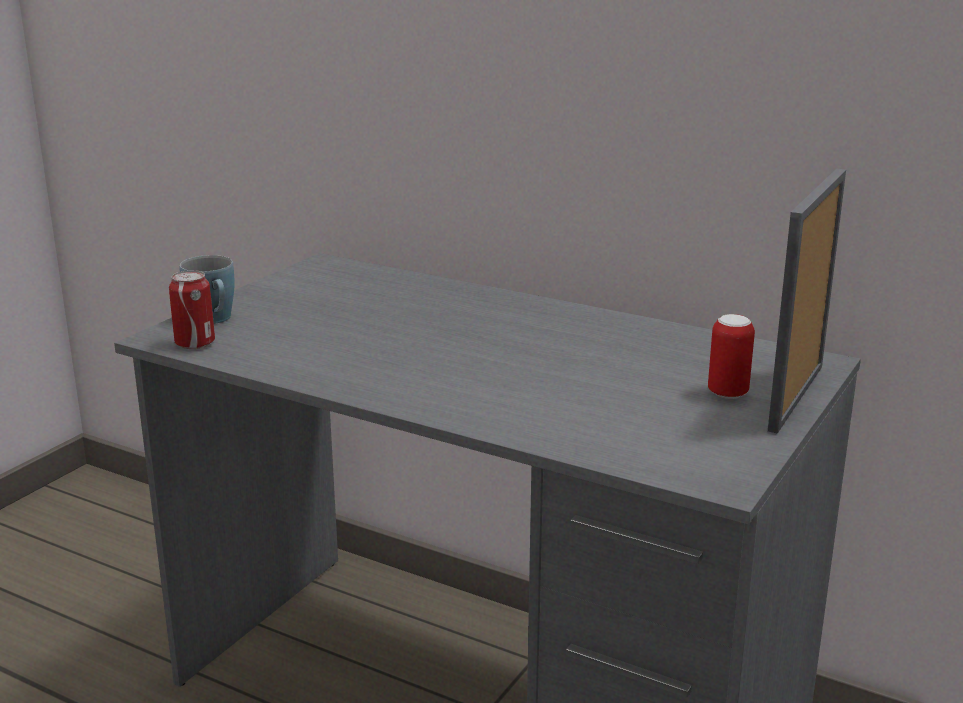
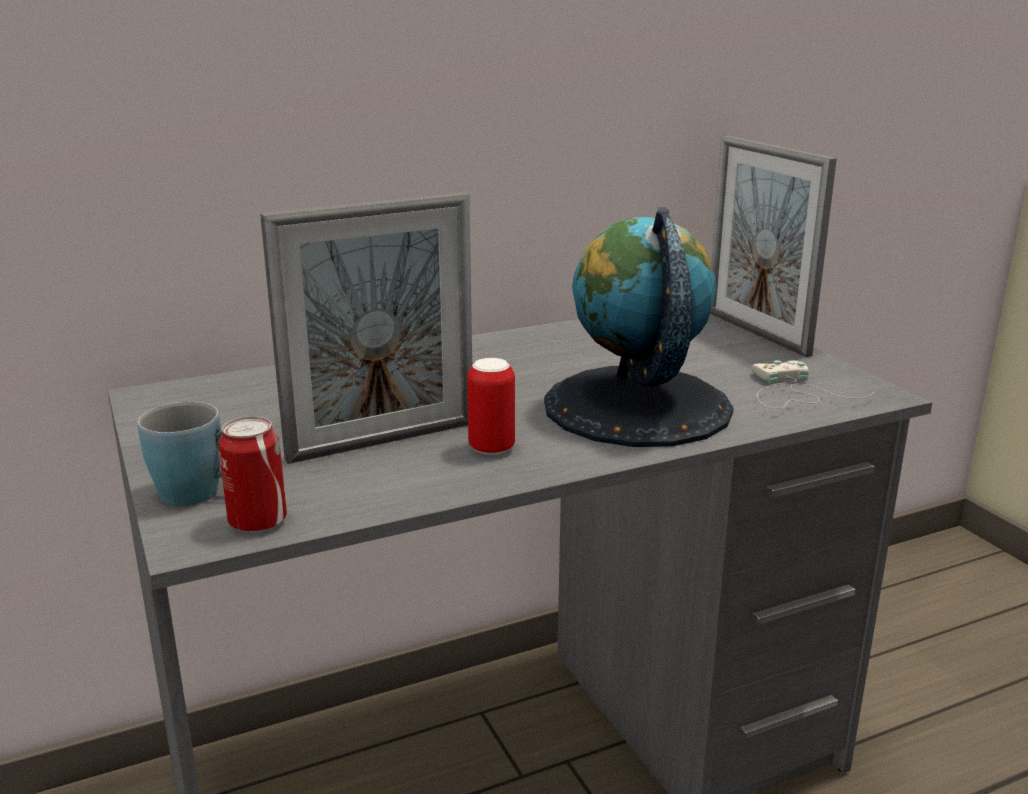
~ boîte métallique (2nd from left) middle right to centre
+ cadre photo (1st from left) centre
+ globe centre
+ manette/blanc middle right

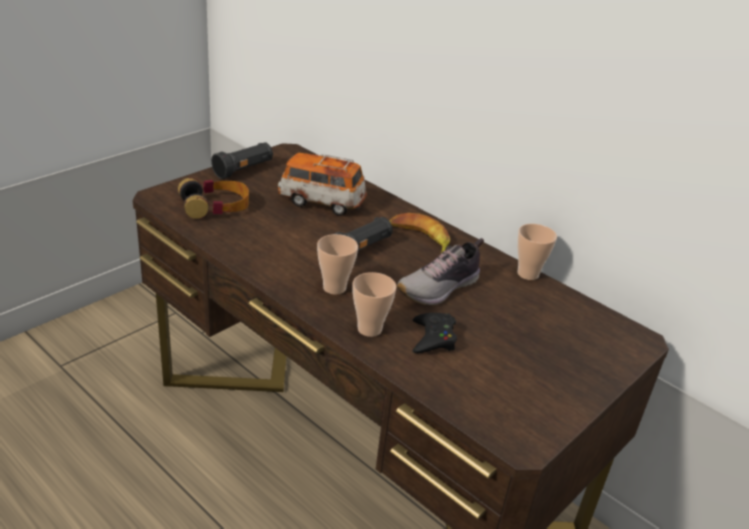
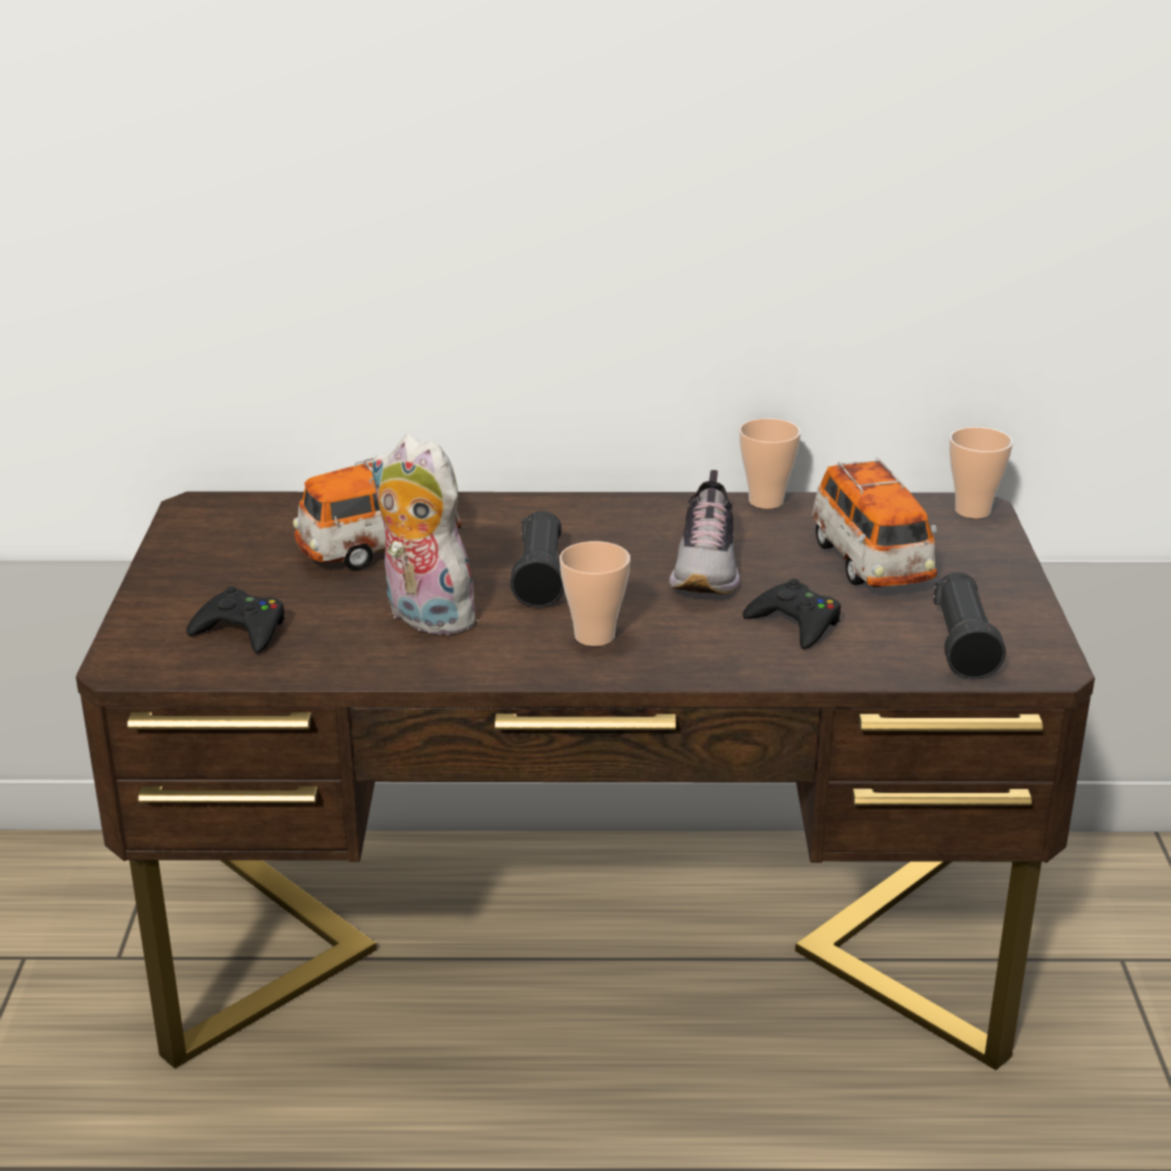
~ casque audio middle left to manette/noir (1st from left) middle left
~ lampe de poche/noir (1st from left in the first image) top left to lampe de poche/noir (2nd from left) middle right
~ tasse (2nd from left in the first image) centre to tasse (3rd from left) middle right
- banane centre
+ peluche centre
+ petite voiture (2nd from left) middle right

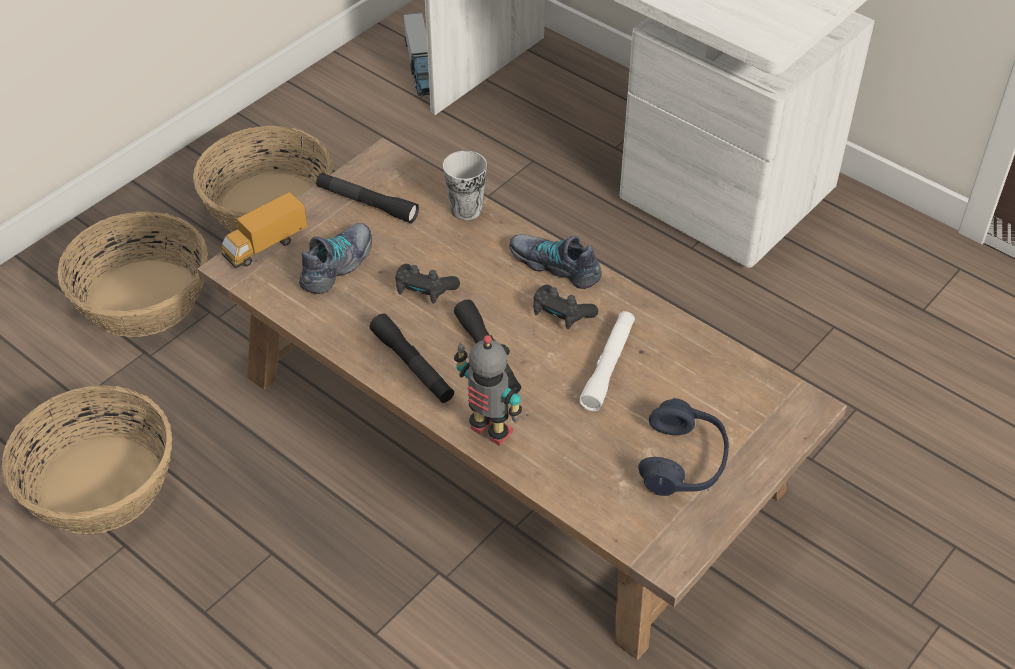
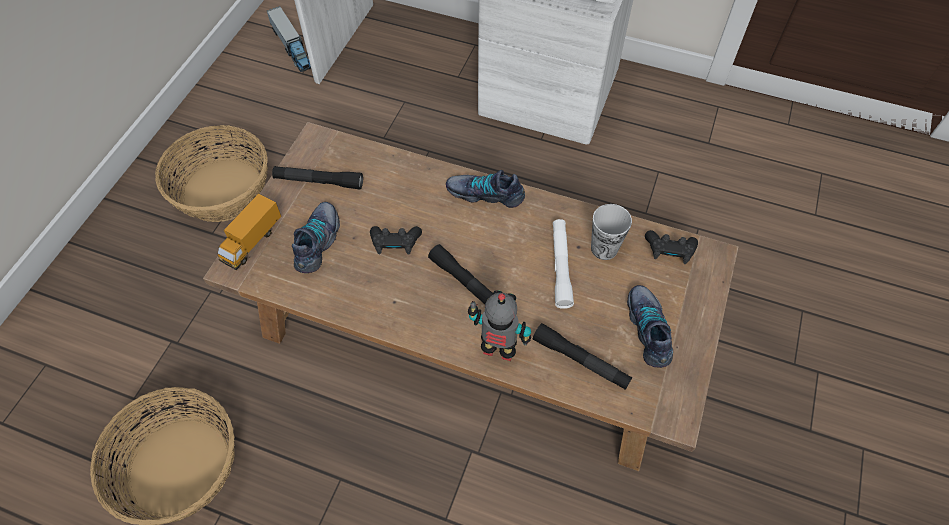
- panier (2nd from left) middle left
~ lampe de poche/noir (2nd from left in the first image) centre to lampe de poche/noir (3rd from left) bottom centre
~ tasse top centre to centre
~ manette/noir (2nd from left) centre to middle right
~ casque audio/bleu bottom right to chaussure (3rd from left) middle right

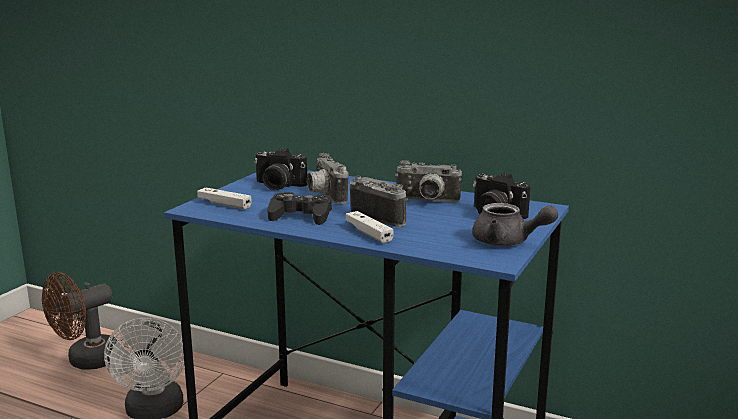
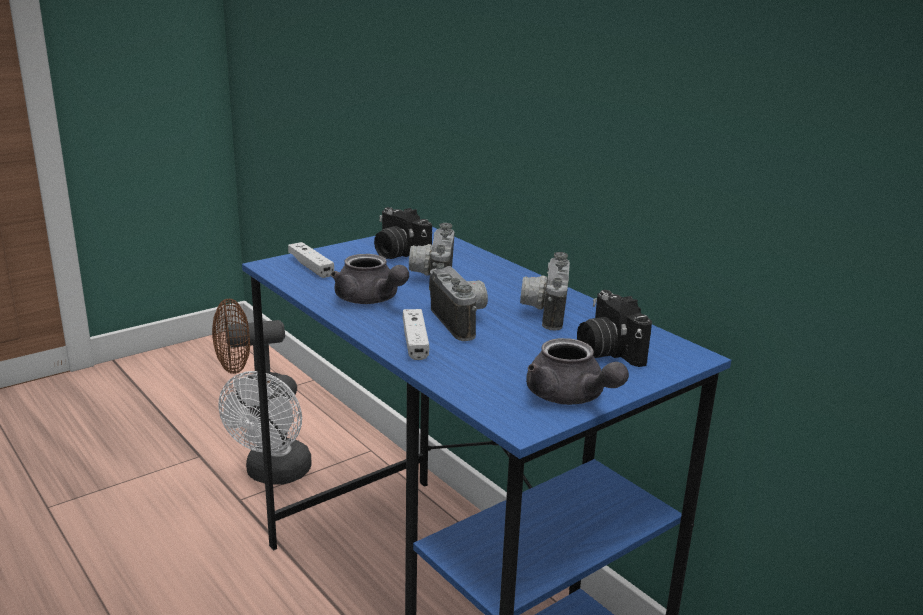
~ manette/noir centre to théière/gris (1st from left) centre
~ appareil photo (4th from left) centre = centre 60 degrees clockwise

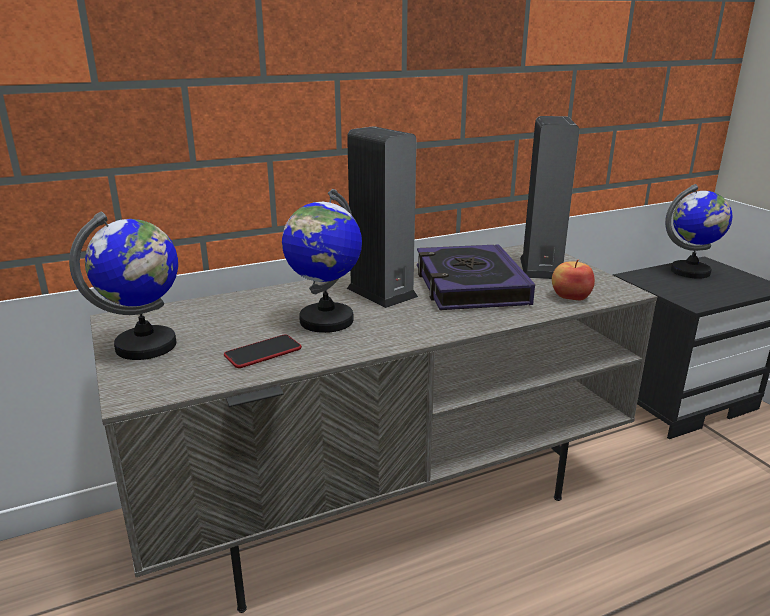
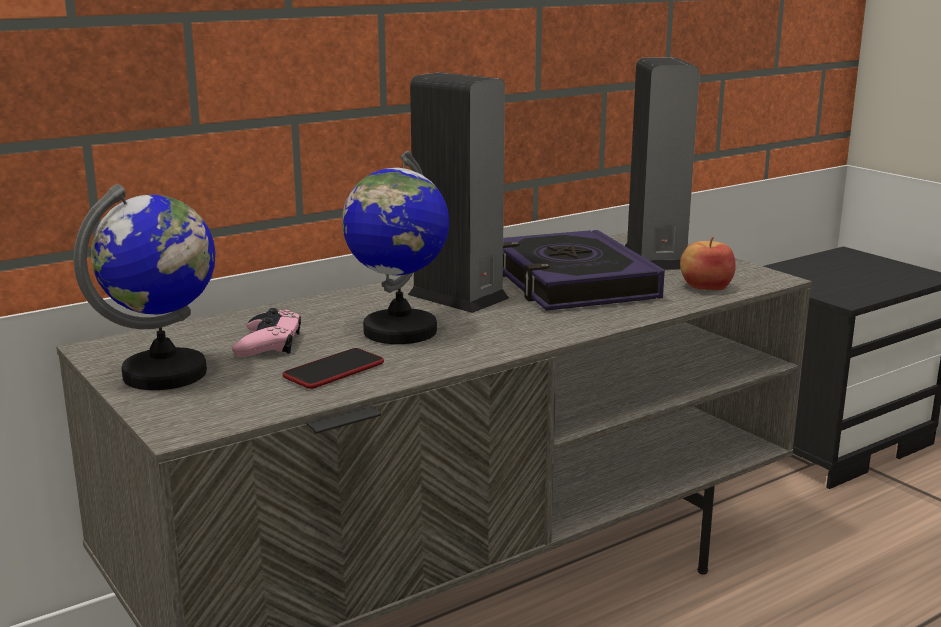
- globe (3rd from left) middle right
+ manette/rose middle left

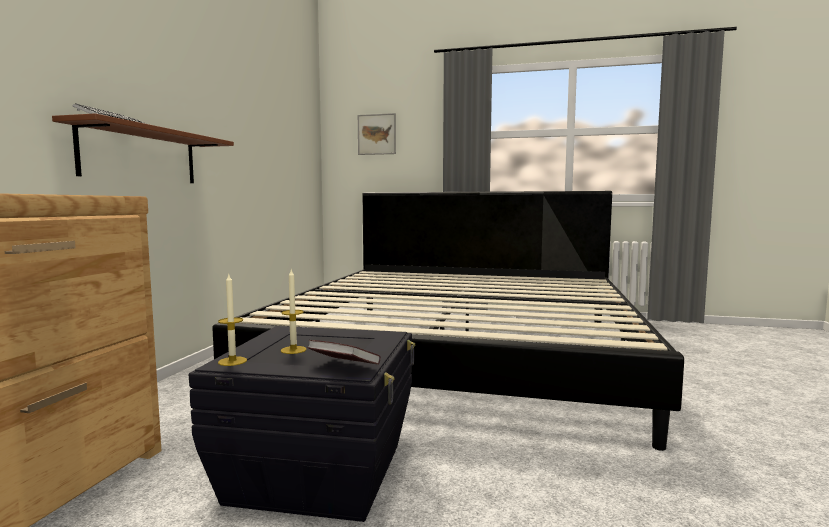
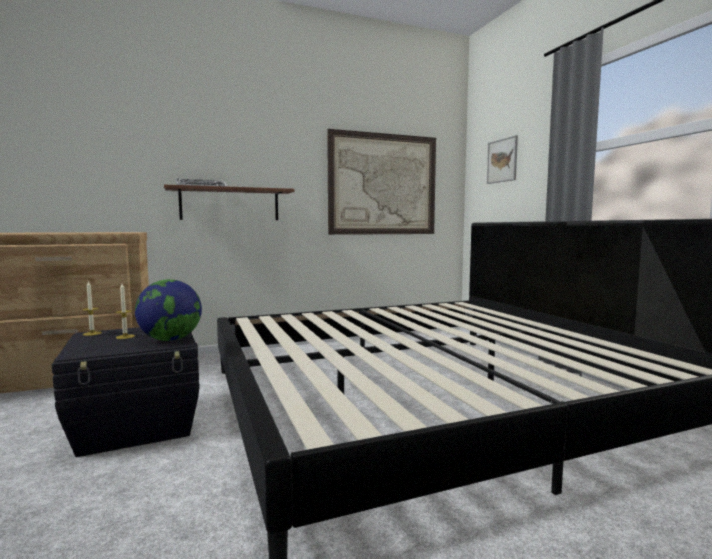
- livre bottom centre
+ globe middle left
+ tableau (1st from left) top centre

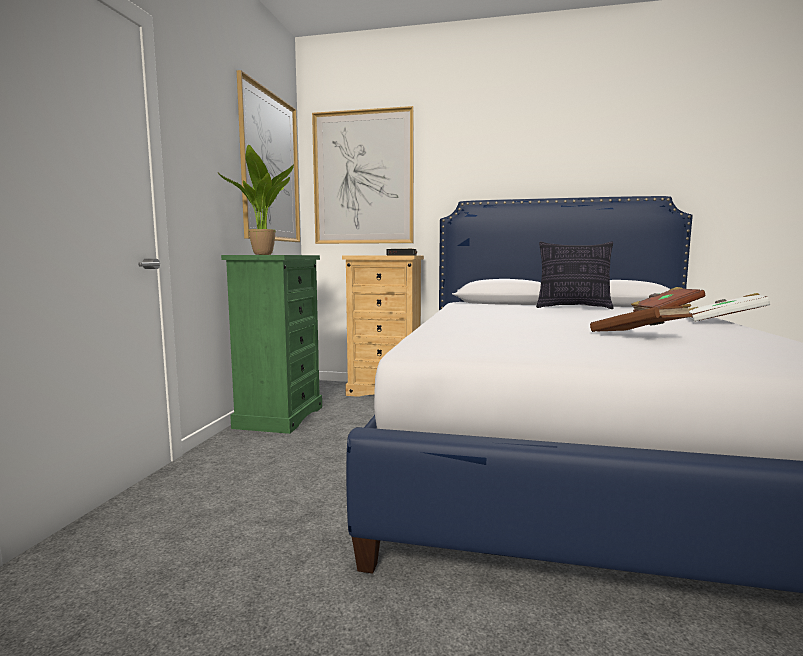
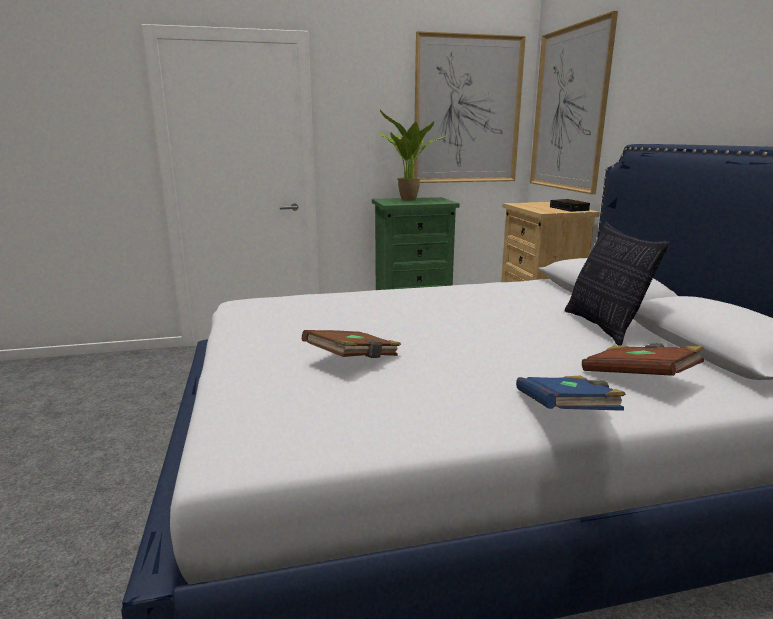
~ livre/blanc middle right to livre/bleu middle right

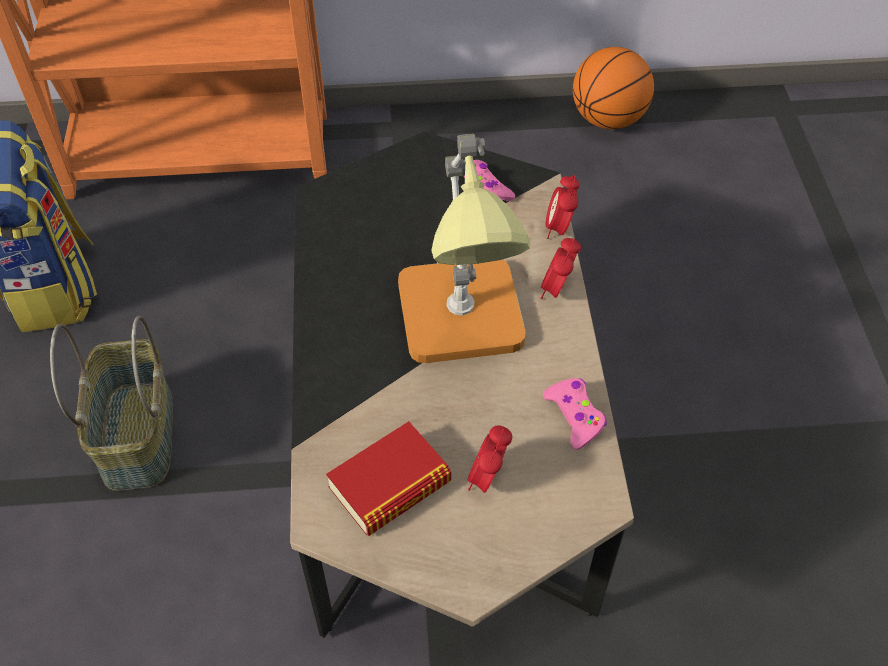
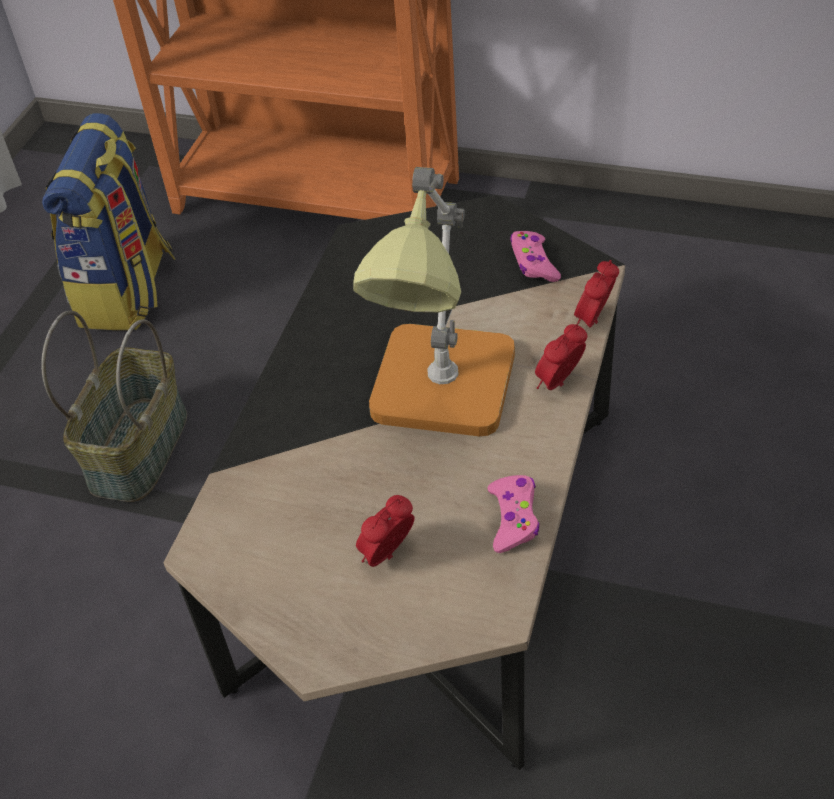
- livre bottom centre
- ballon de basket top right

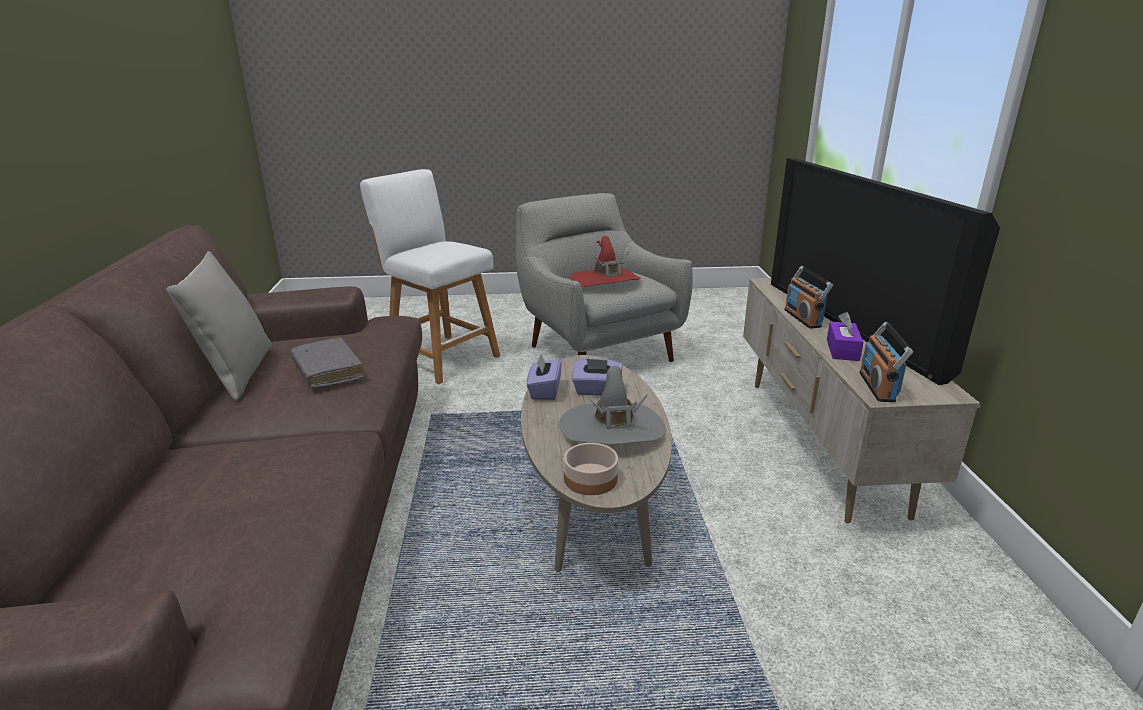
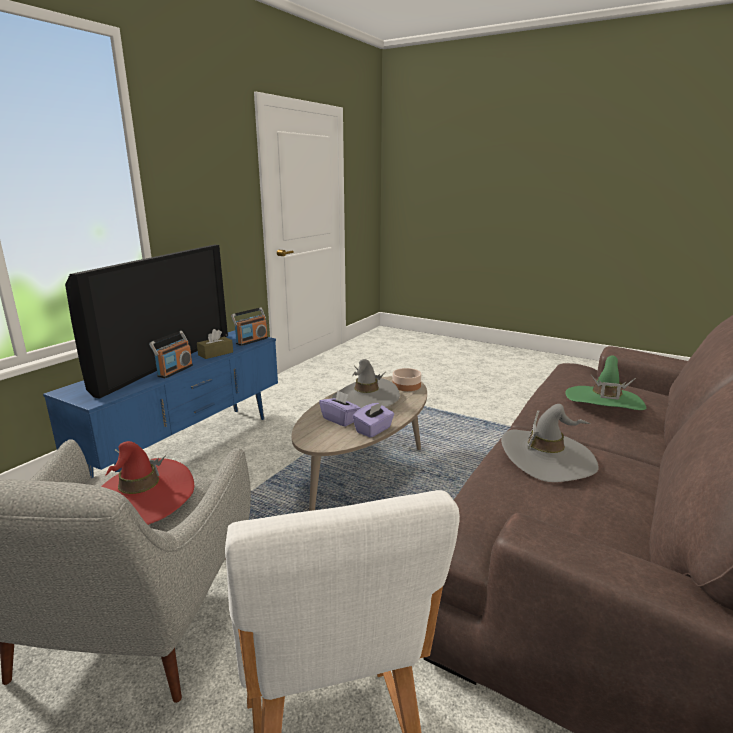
- coussin/gris middle left
~ livre/gris middle left to chapeau/gris (2nd from left) middle right
~ meuble télé/beige middle right to meuble télé/bleu middle left
~ boîte à mouchoirs/violet (3rd from left) middle right to boîte à mouchoirs/marron middle left
+ chapeau/vert middle right

